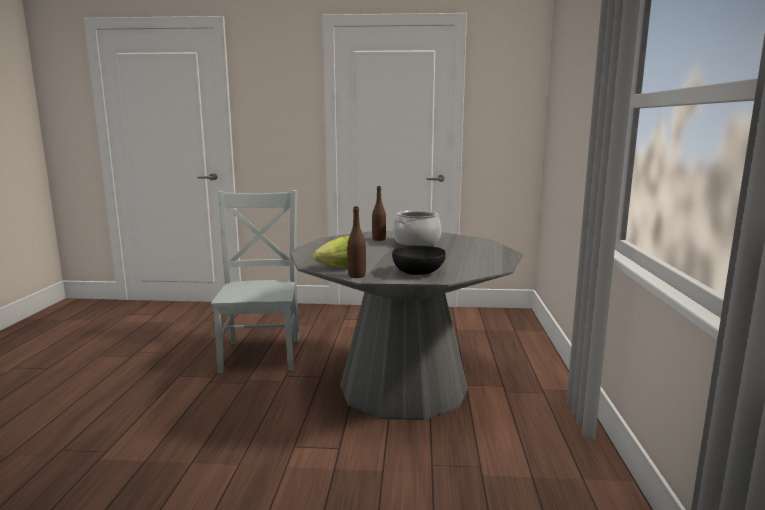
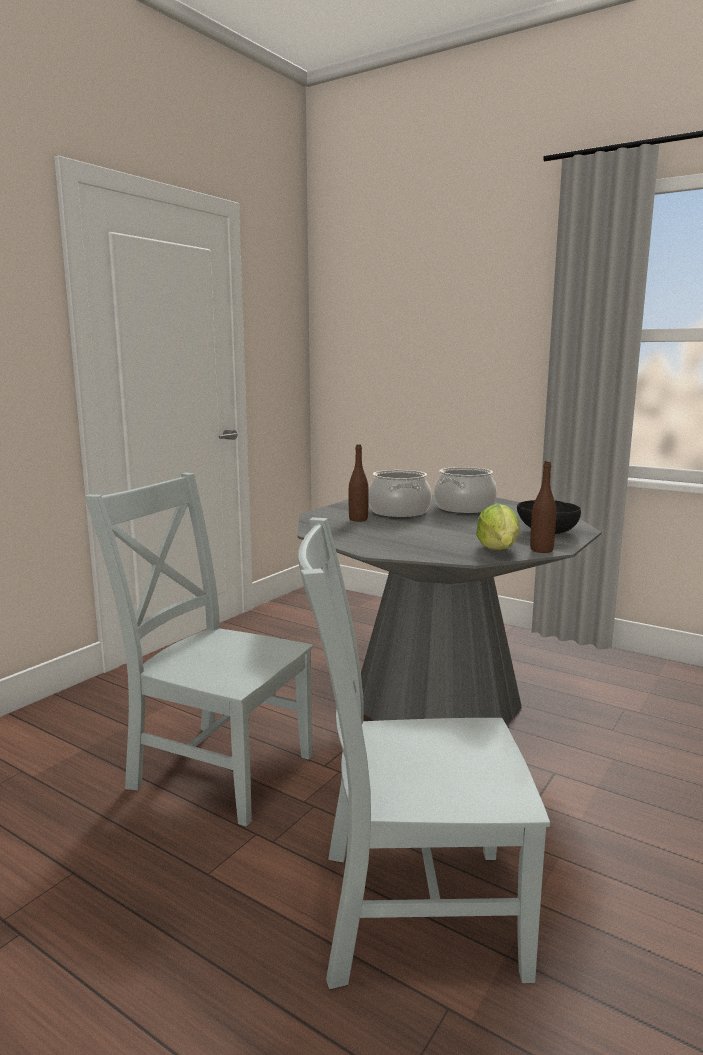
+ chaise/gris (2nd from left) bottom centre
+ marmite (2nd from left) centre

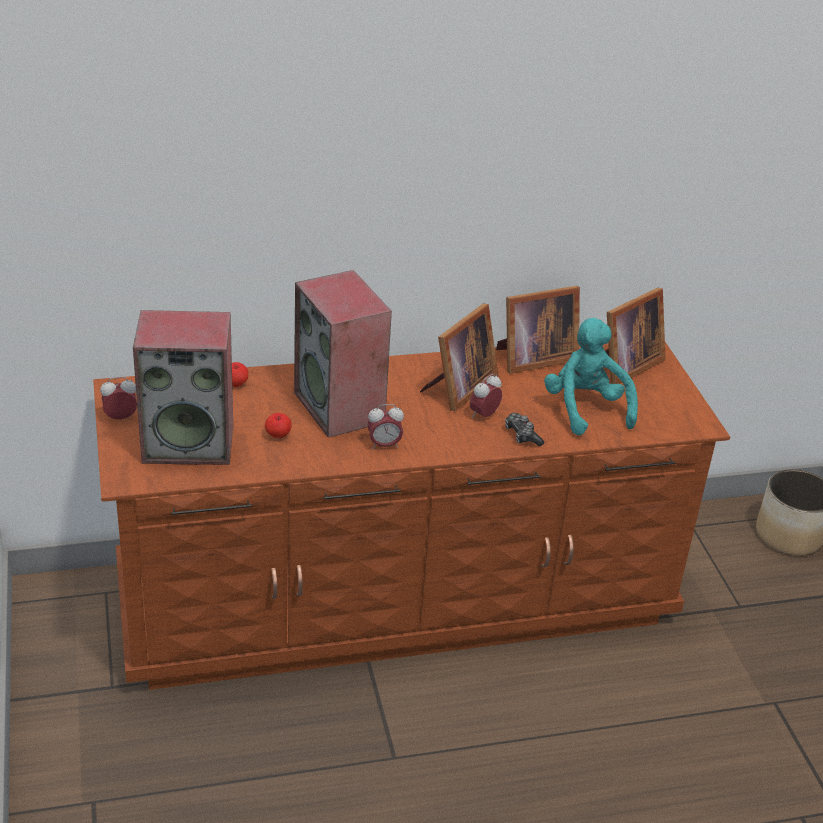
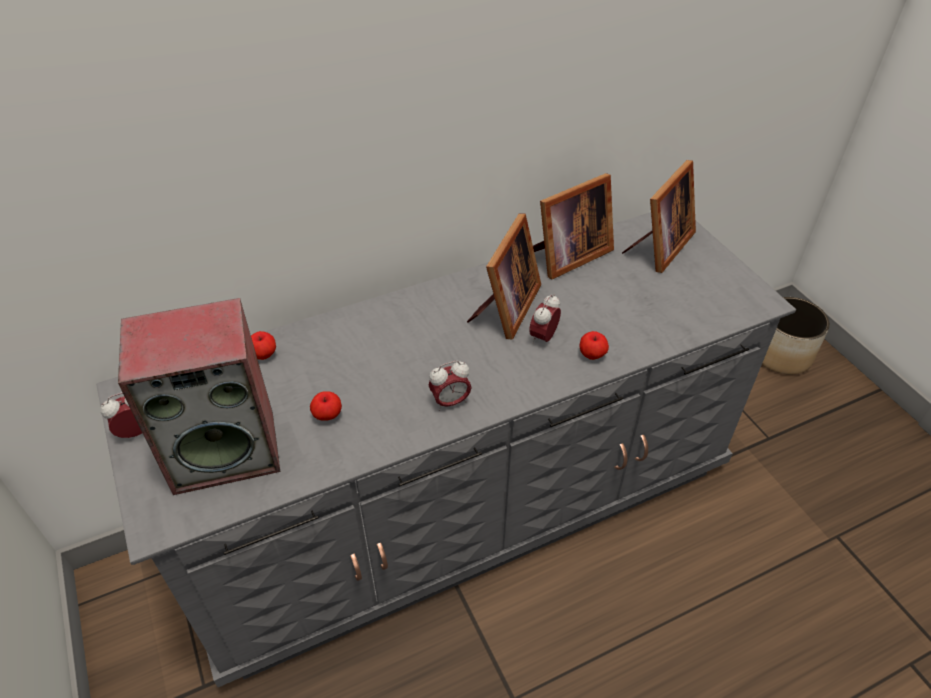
~ commode/marron centre to commode/gris centre
- enceinte (2nd from left) centre
~ manette centre to pomme (3rd from left) centre
- peluche/turquoise middle right

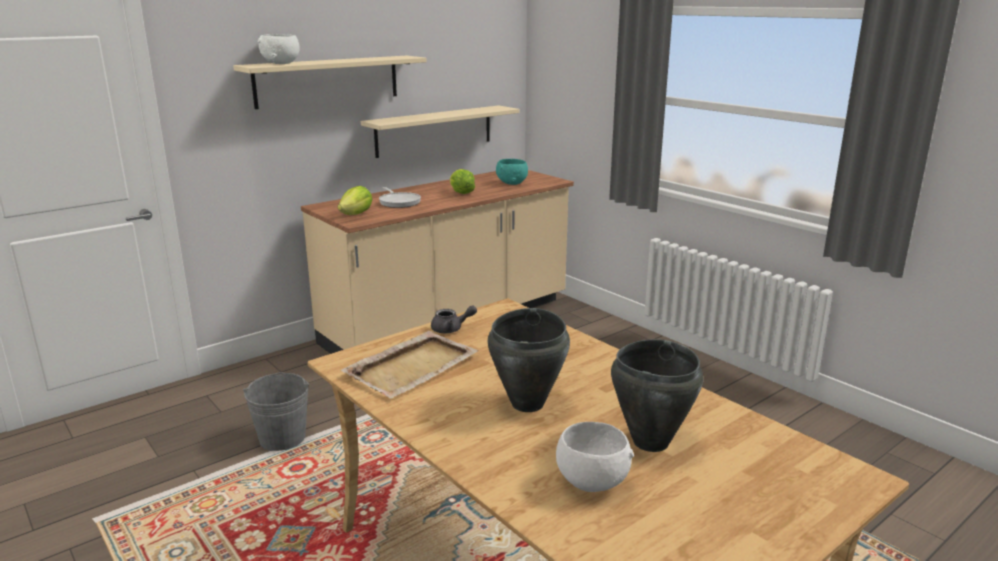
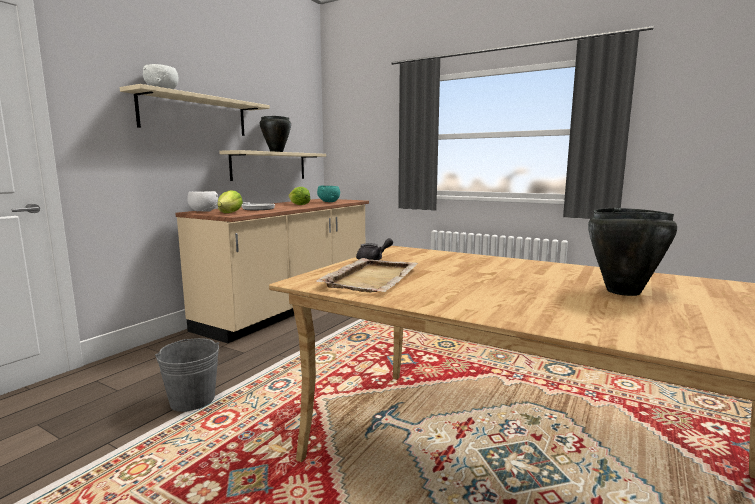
~ marmite/noir (1st from left) centre to top centre
~ bol/blanc (2nd from left) bottom centre to middle left

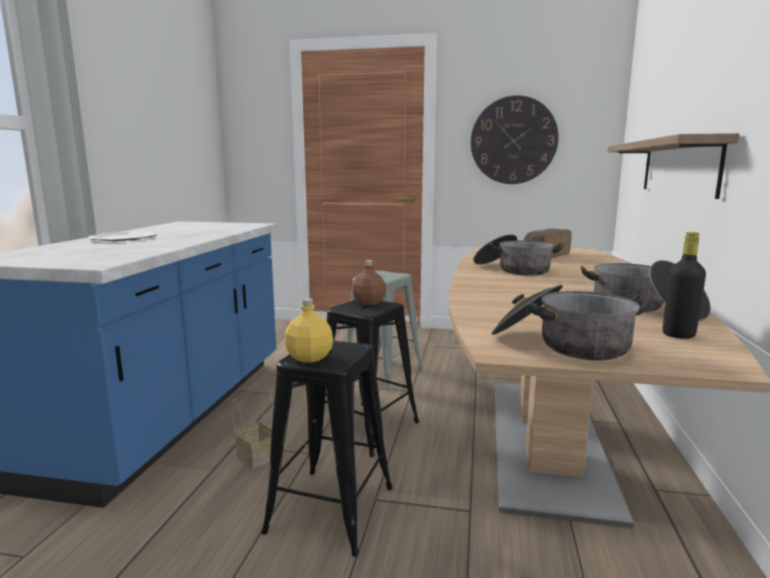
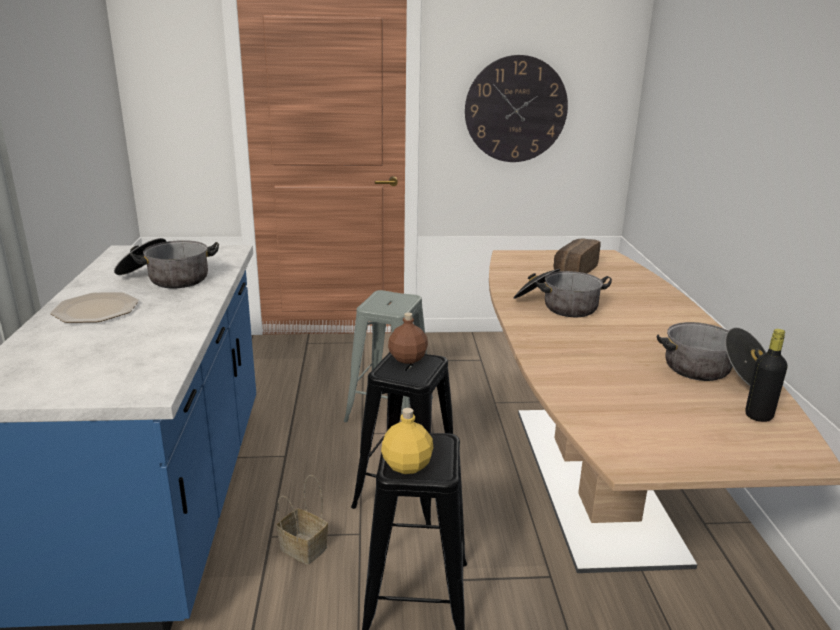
~ marmite (2nd from left in the first image) middle right to marmite (1st from left) middle left
- étagère top right

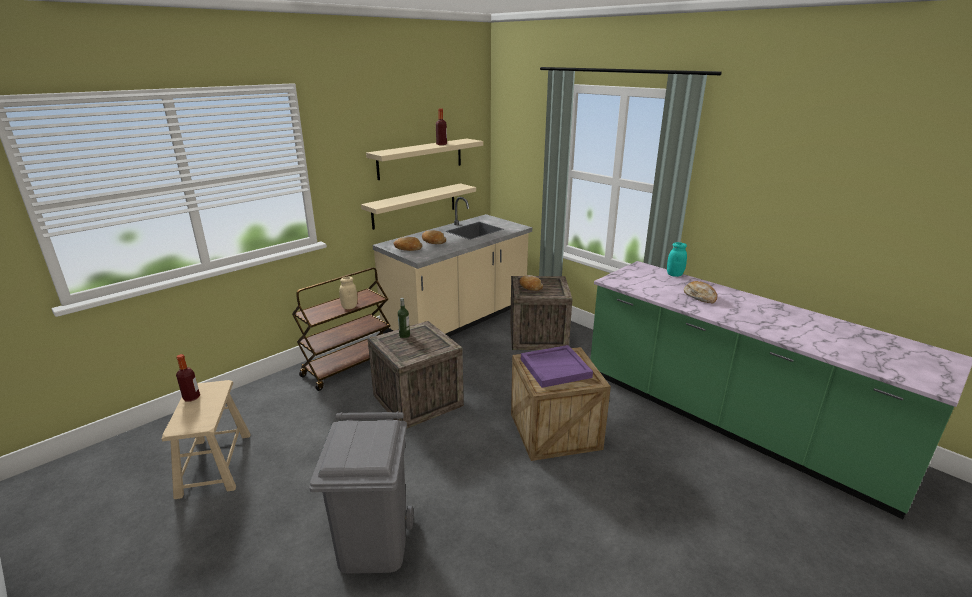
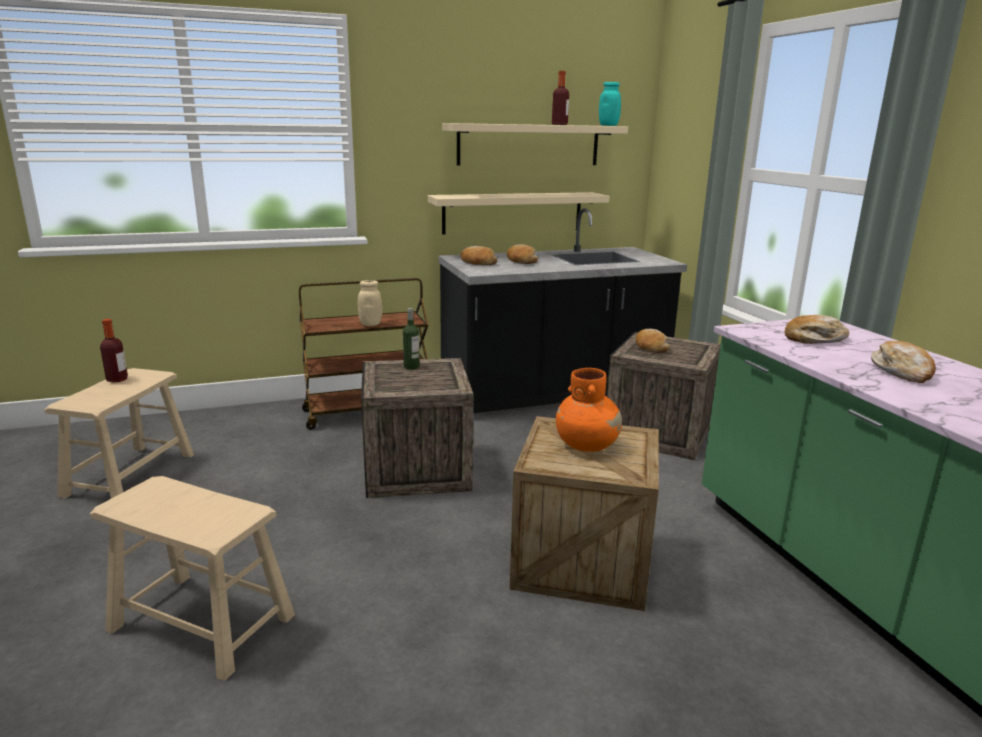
~ poubelle/gris bottom centre to tabouret/beige (2nd from left) bottom left
~ comptoir de cuisine/beige centre to comptoir de cuisine/noir centre
~ plateau/violet centre to vase/orange centre
~ bocal/turquoise middle right to top centre
+ pain (4th from left) middle right

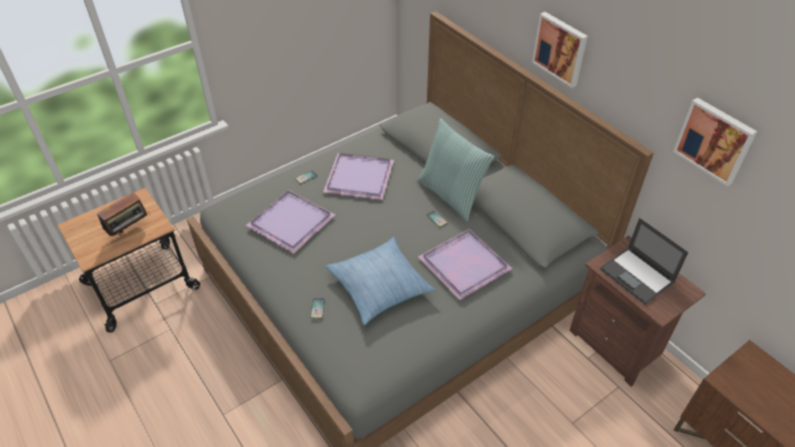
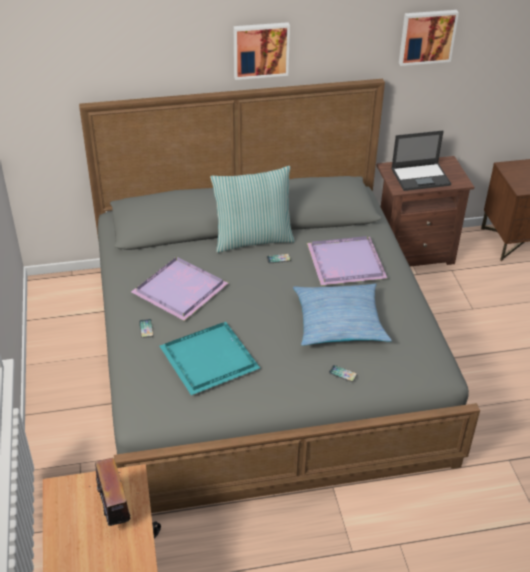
~ plateau/violet (1st from left) centre to plateau/turquoise centre

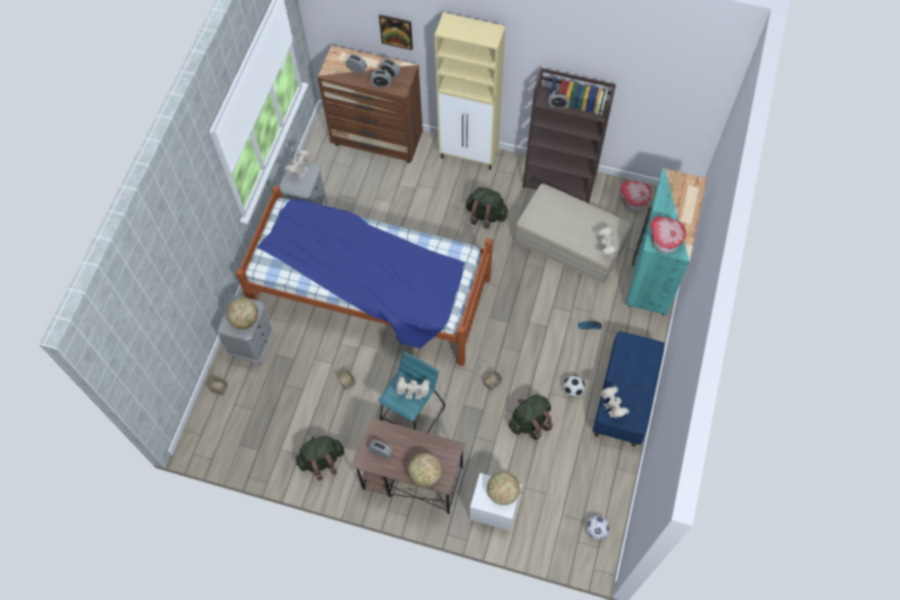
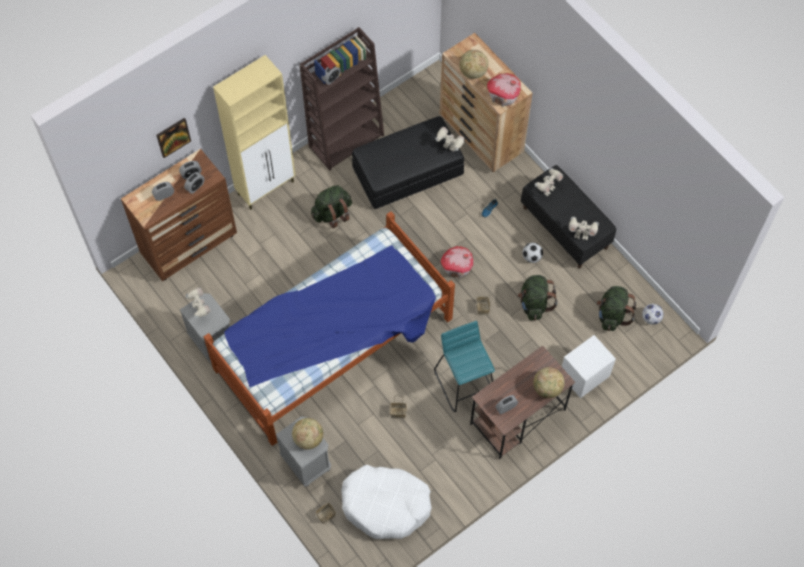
~ sac à dos/vert (1st from left in the first image) bottom centre to sac à dos/vert (3rd from left) middle right
~ robot jouet (2nd from left in the first image) centre to robot jouet (3rd from left) top right
~ globe (3rd from left in the first image) bottom centre to globe (2nd from left) top centre
~ pouf/beige centre to pouf/noir top centre
~ banc/bleu middle right to banc/noir middle right
~ maison miniature (1st from left) top right to centre
~ commode/turquoise middle right to commode/marron (2nd from left) top centre
+ panier pour chien/blanc bottom centre

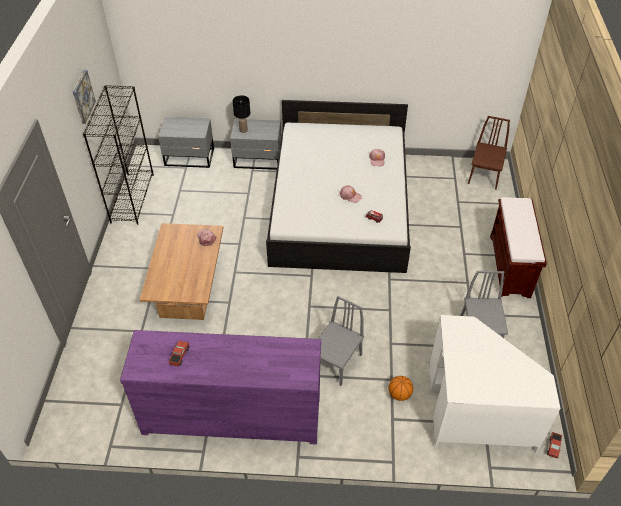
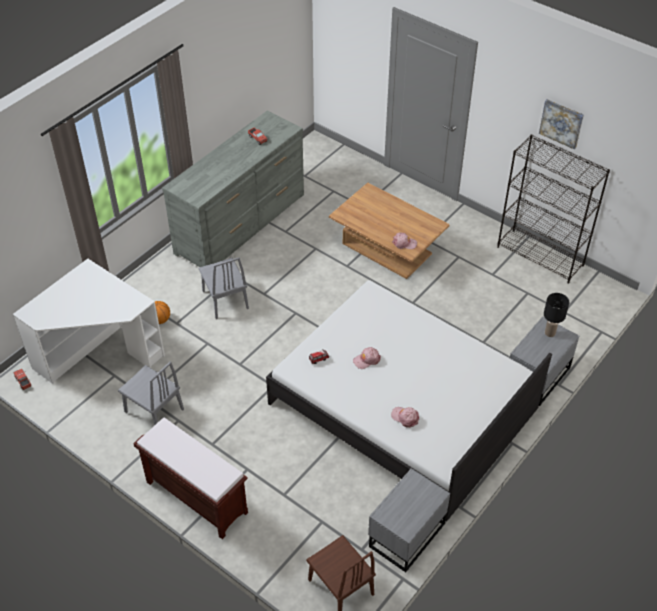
~ commode/violet bottom centre to commode/gris top centre
~ table de chevet/gris (1st from left) top left to bottom centre

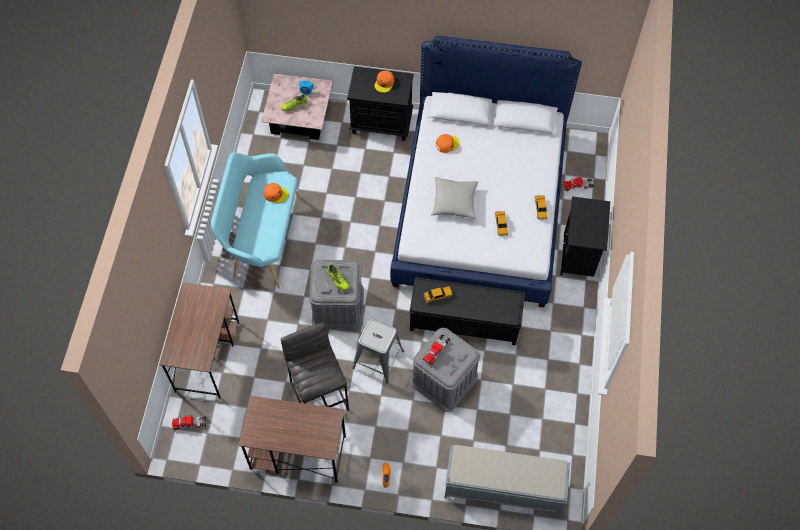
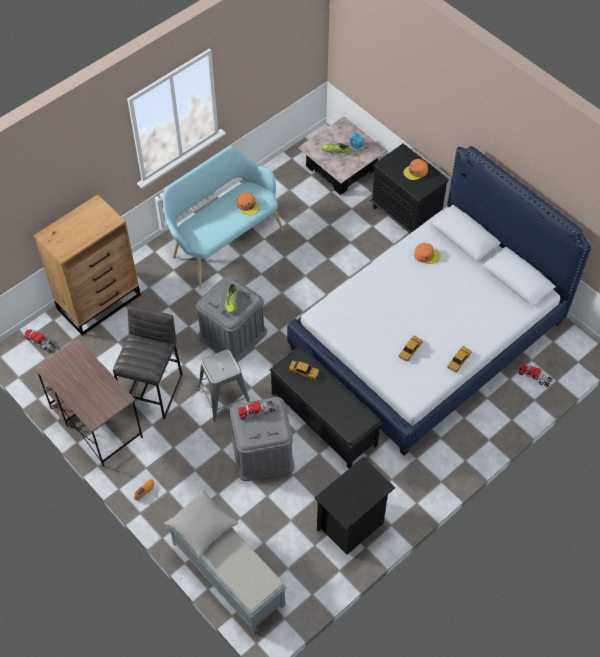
~ bureau/marron (1st from left) middle left to commode/marron middle left
~ coussin/gris centre to bottom centre
~ table de chevet/noir (2nd from left in the first image) middle right to table de chevet/noir (1st from left) bottom centre

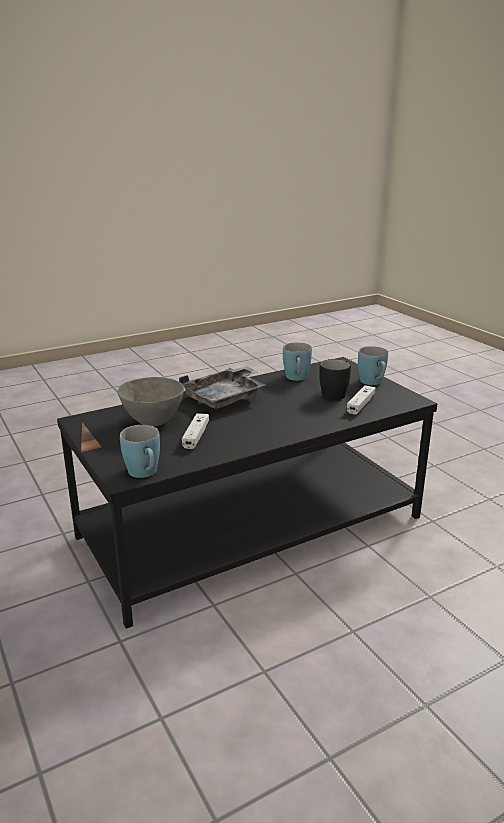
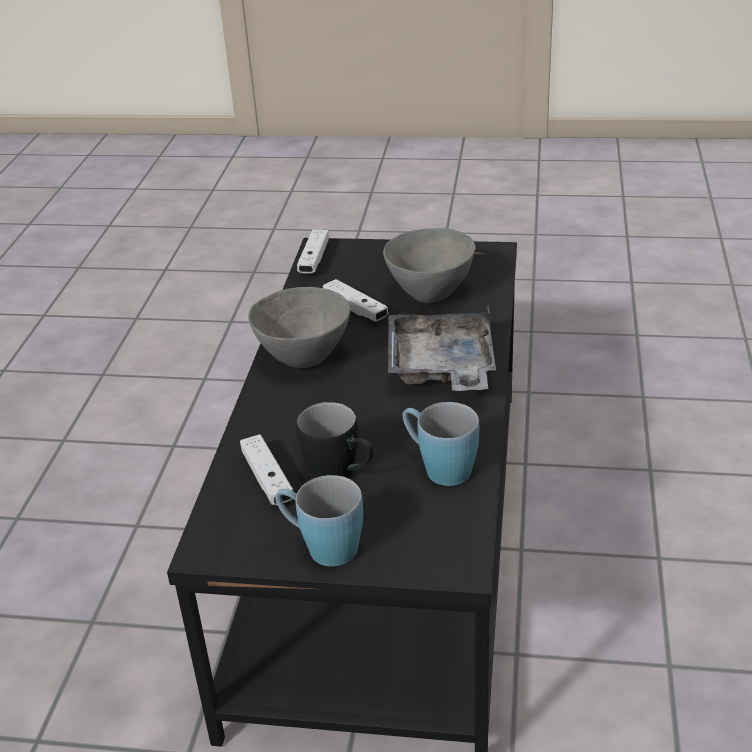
~ mug/bleu (1st from left) middle left to manette/blanc (2nd from left) centre
+ bol/gris (1st from left) centre

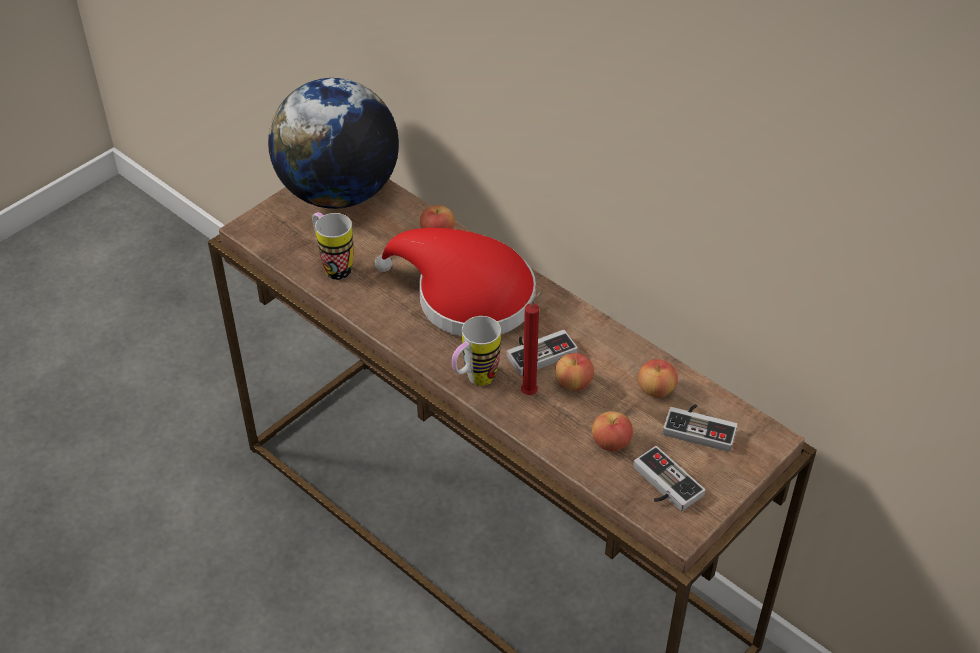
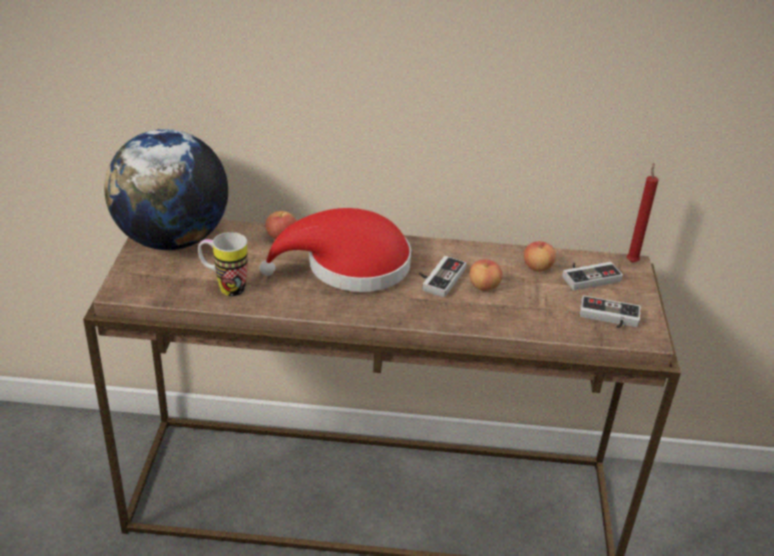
- mug (2nd from left) centre
~ bougie/rouge centre to middle right
- pomme (3rd from left) centre

